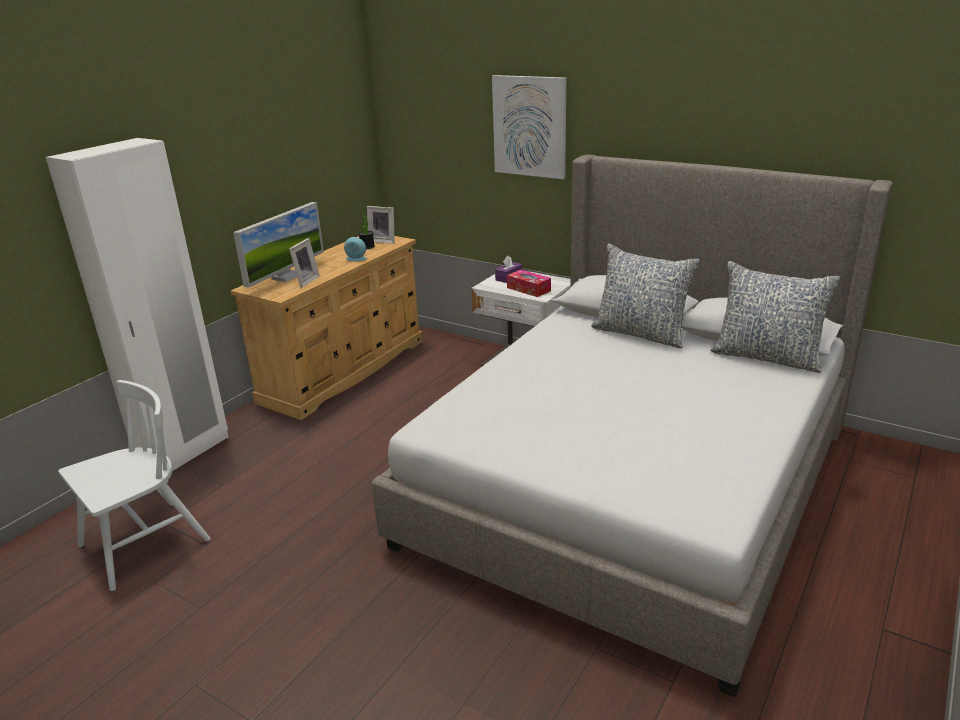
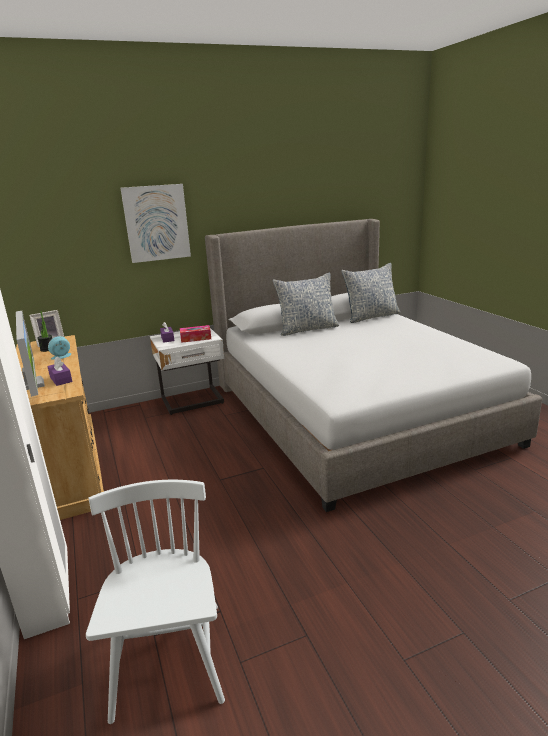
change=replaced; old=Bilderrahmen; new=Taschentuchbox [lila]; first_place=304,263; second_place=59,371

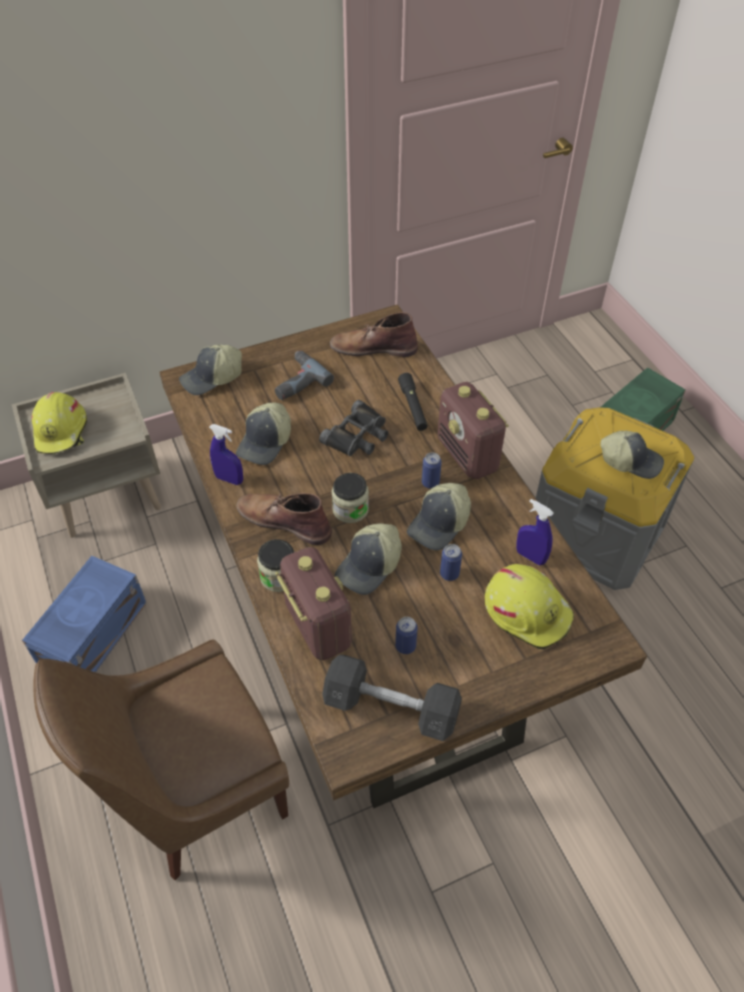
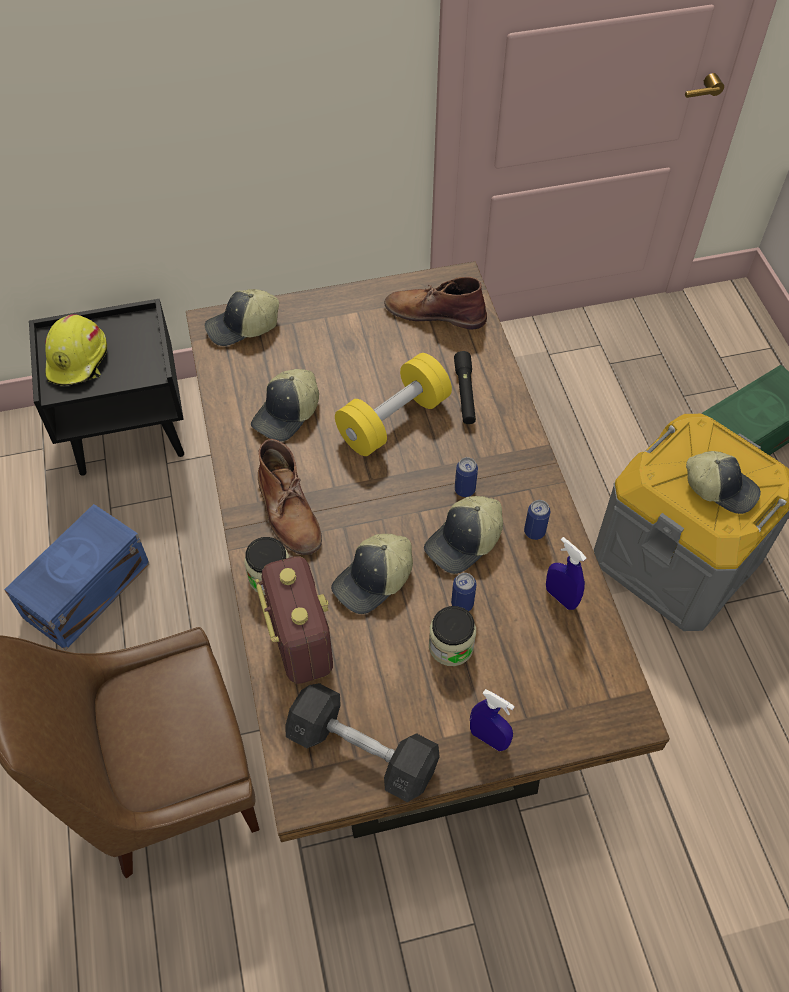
change=recoloured; old=Nachttisch [beige]; new=Nachttisch [schwarz]; first_place=86,455; second_place=106,387
change=turned; old=Stiefel [braun]; first_place=284,519; second_place=290,497; degrees=-150
change=replaced; old=Fernglas [schwarz]; new=Hantel [gelb]; first_place=353,428; second_place=393,404
change=moved; old=Vorratsglas; first_place=350,498; second_place=452,636
change=moved; old=Sprühflasche [blau]; first_place=226,454; second_place=492,720
change=moved; old=Dose; first_place=406,635; second_place=537,520
change=removed; old=Bohrmaschine; first_place=304,375
change=removed; old=Radio; first_place=473,431
change=removed; old=Schutzhelm [gelb]; first_place=529,606

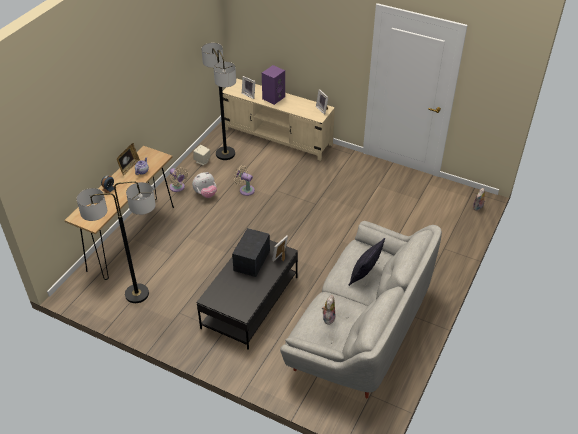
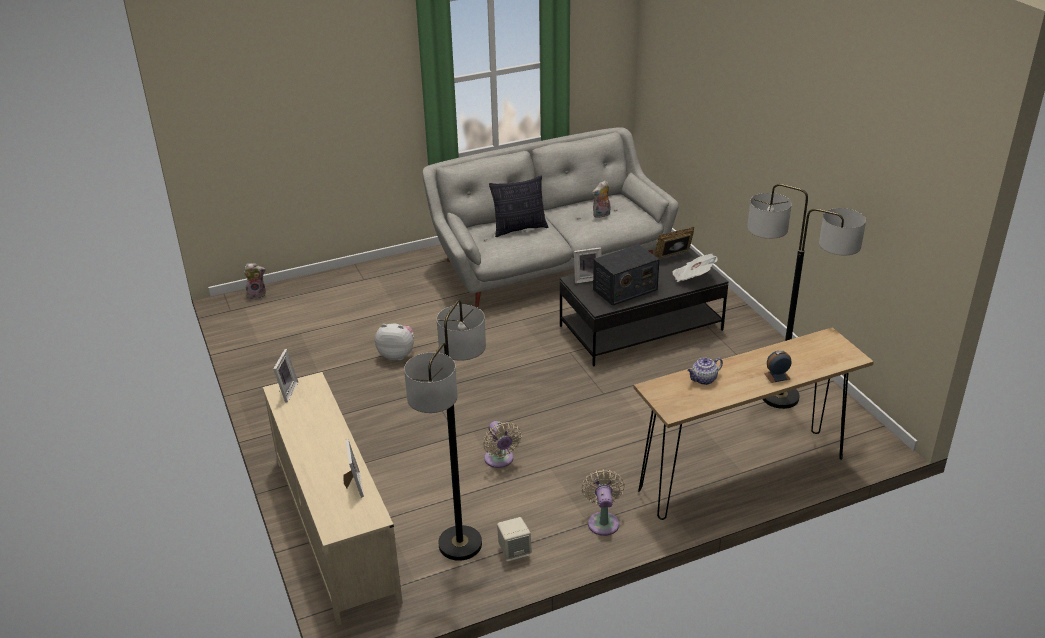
change=moved; old=Plüschtier; first_place=204,185; second_place=394,341
change=moved; old=Bilderrahmen; first_place=128,159; second_place=674,243
change=added; new=Zeitung; second_place=695,268
change=removed; old=Lautsprecher [lila]; first_place=273,85

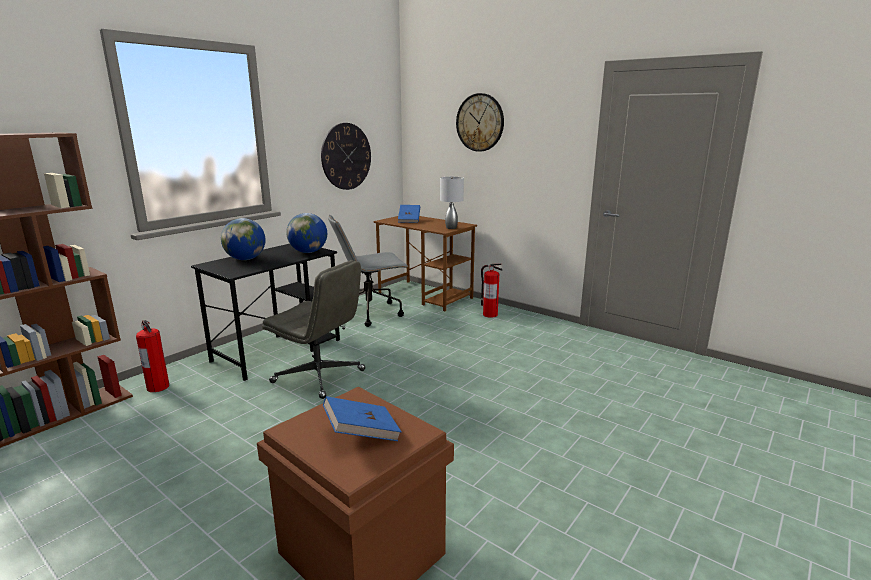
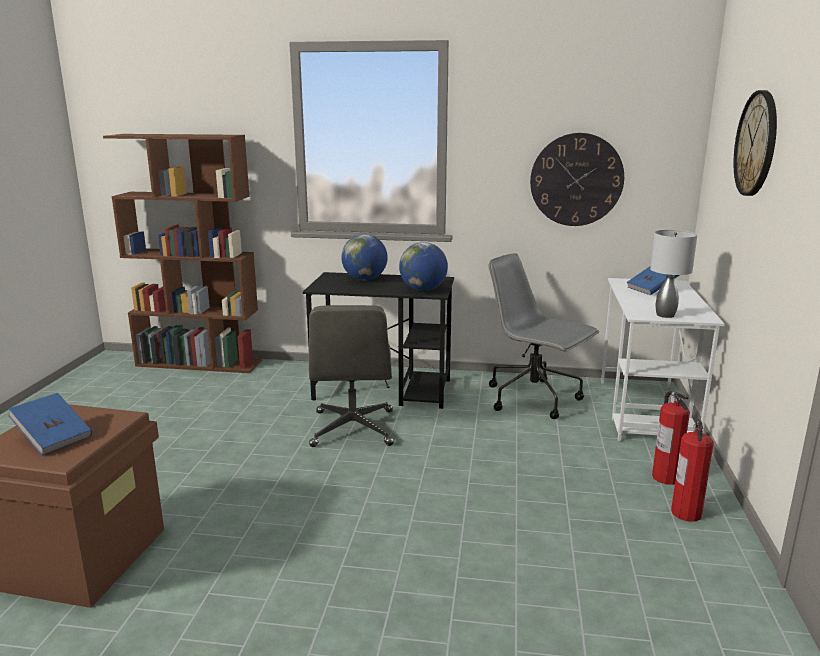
change=recoloured; old=Schreibtisch [braun]; new=Schreibtisch [weiß]; first_place=425,263; second_place=663,359
change=moved; old=Feuerlöscher; first_place=152,356; second_place=692,470

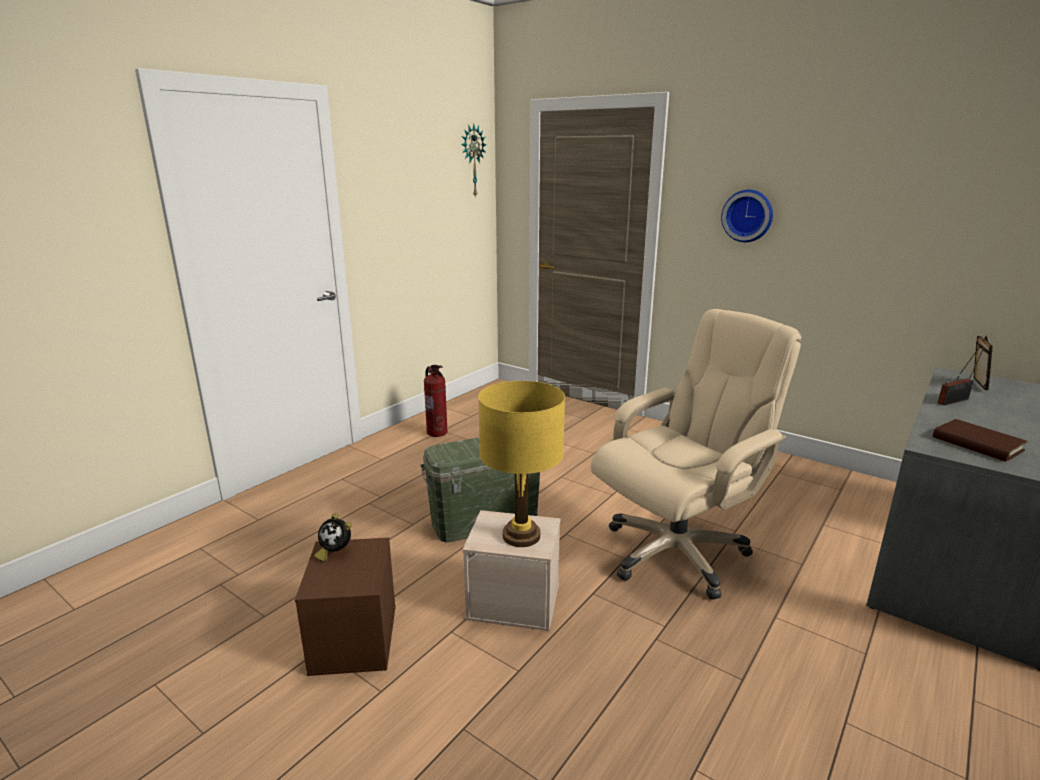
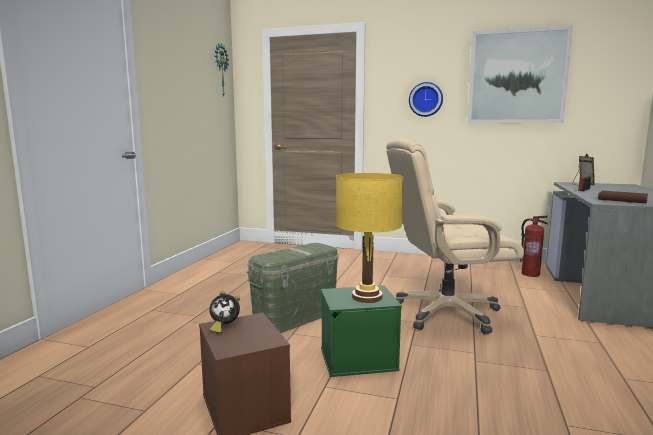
change=recoloured; old=Aufbewahrungsbox [beige]; new=Aufbewahrungsbox [grün]; first_place=511,570; second_place=361,331
change=turned; old=Bürostuhl [beige]; first_place=696,454; second_place=455,236; degrees=-135
change=added; new=Bild; second_place=520,74
change=moved; old=Feuerlöscher; first_place=436,401; second_place=534,246

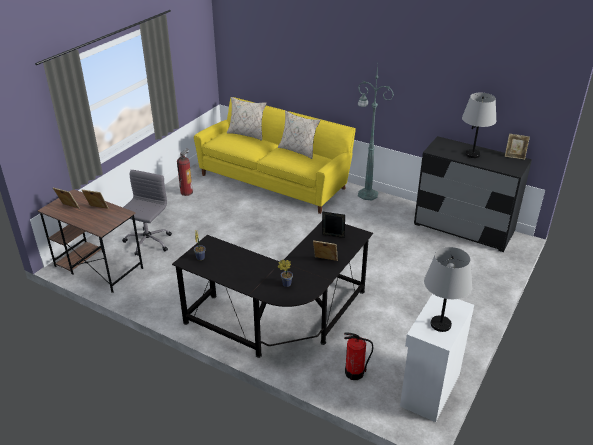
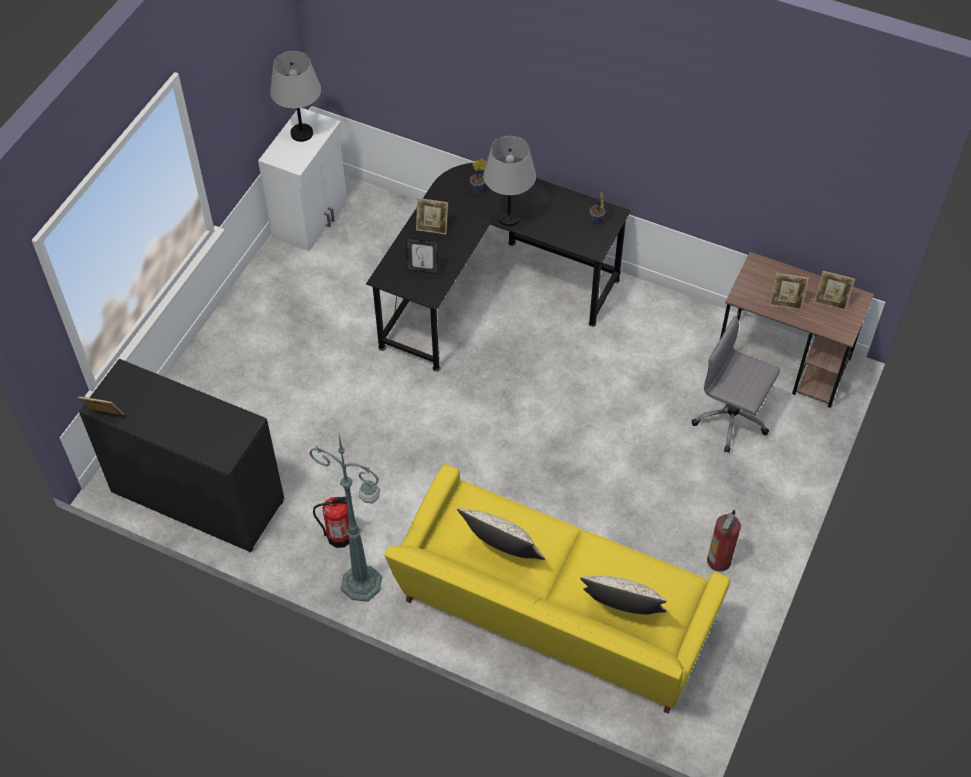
change=moved; old=Feuerlöscher; first_place=358,356; second_place=332,522
change=moved; old=Tischlampe [grau]; first_place=479,125; second_place=509,181
change=turned; old=Bürostuhl [grau]; first_place=147,213; second_place=736,384; degrees=105

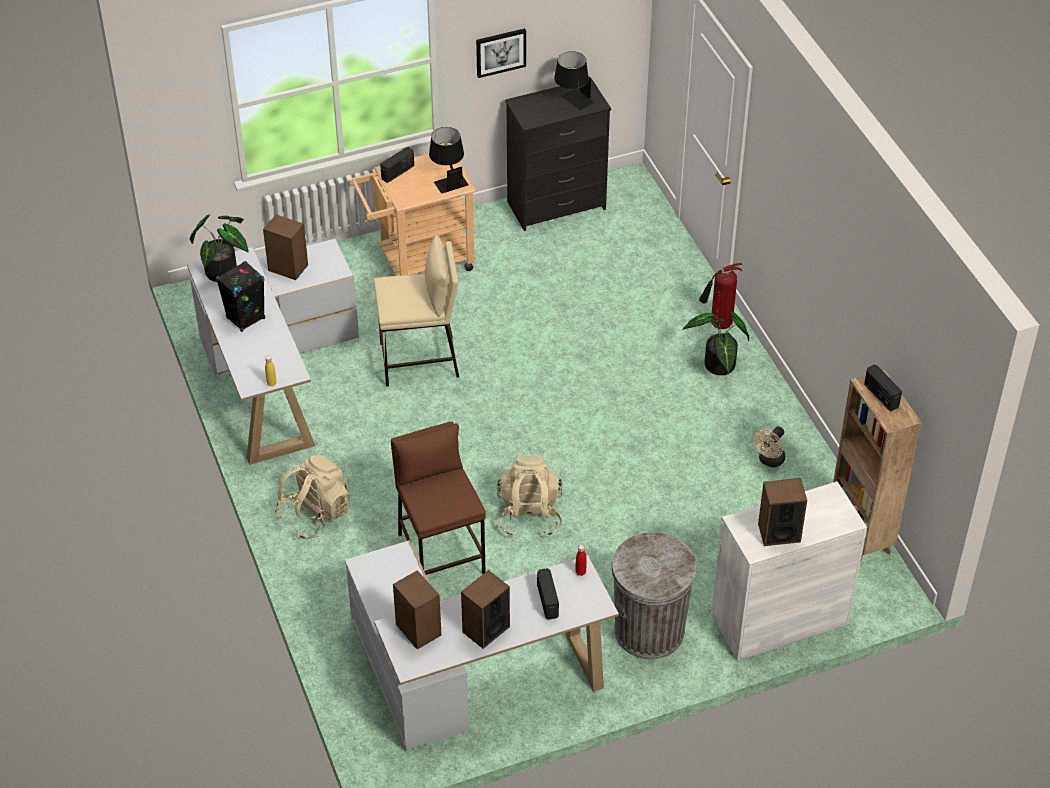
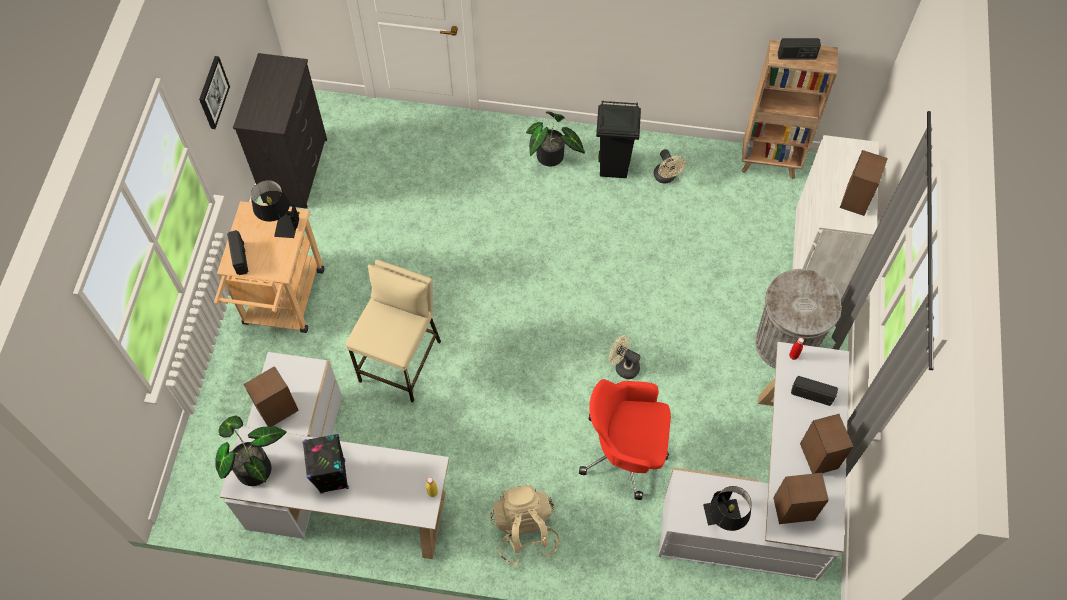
change=replaced; old=Hocker [braun]; new=Bürostuhl [rot]; first_place=438,498; second_place=625,439
change=added; new=Mülleimer [schwarz]; second_place=618,139
change=replaced; old=Rucksack [beige]; new=Ventilator [beige]; first_place=529,496; second_place=625,357
change=moved; old=Tischlampe [schwarz]; first_place=574,80; second_place=727,508
change=removed; old=Feuerlöscher; first_place=720,296

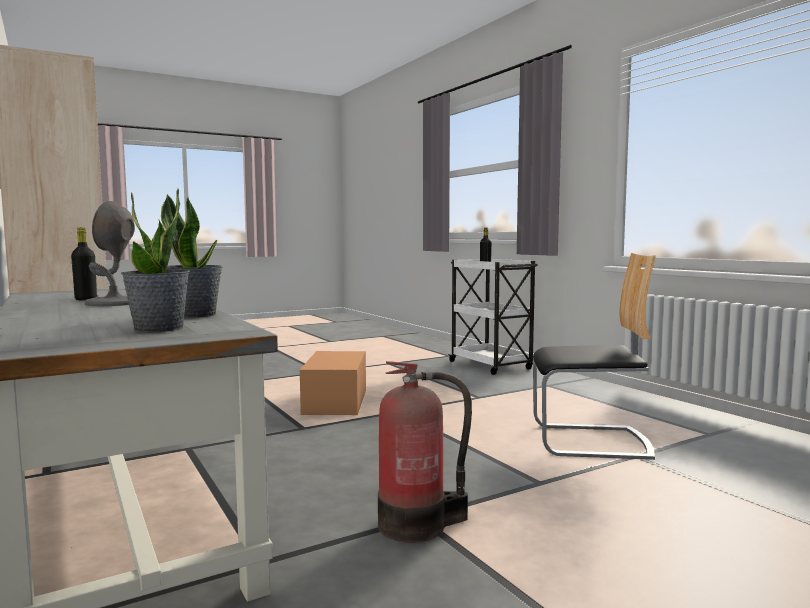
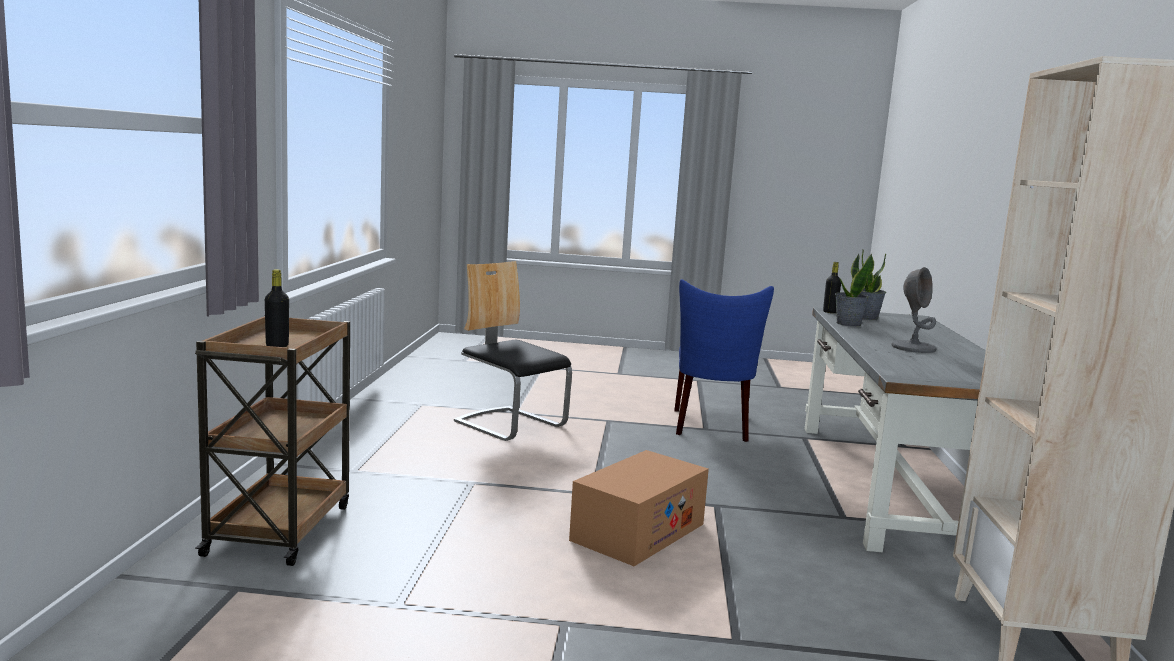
change=recoloured; old=Rollwagen [weiß]; new=Rollwagen [braun]; first_place=493,317; second_place=272,441
change=replaced; old=Feuerlöscher; new=Stuhl [blau]; first_place=425,452; second_place=724,360
change=moved; old=Flasche [schwarz]; first_place=84,263; second_place=832,287

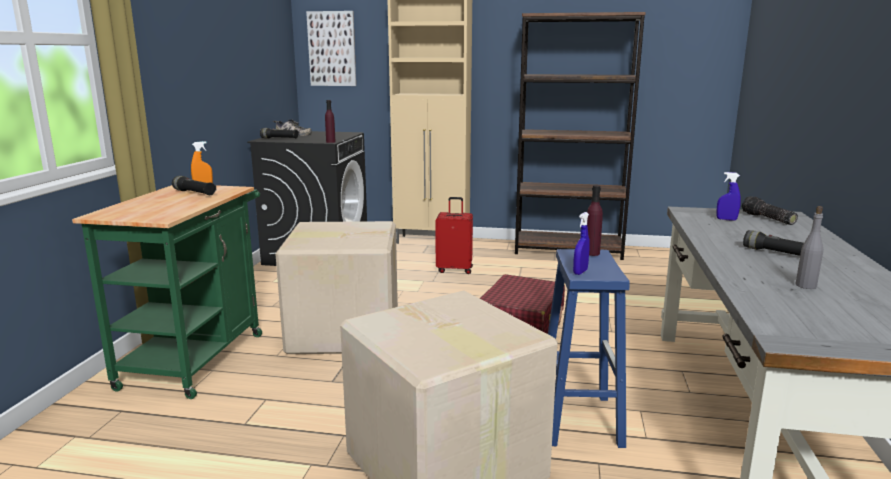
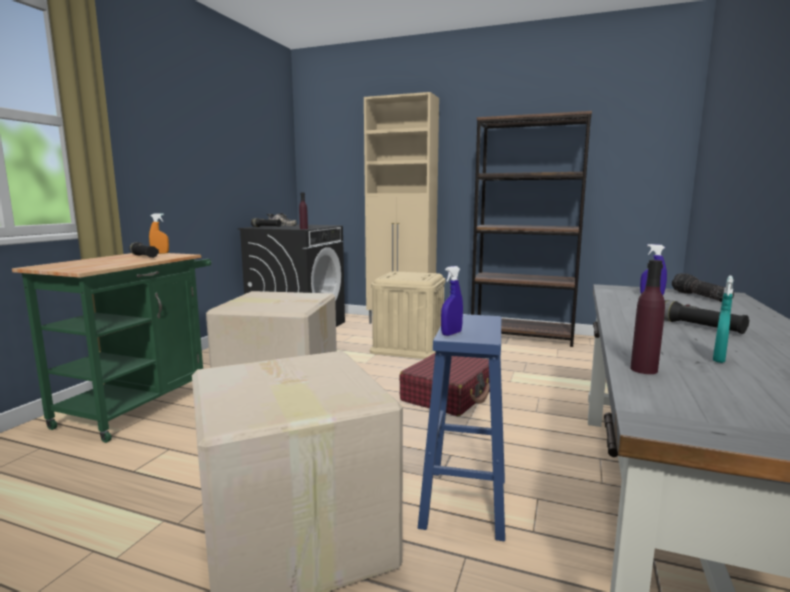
change=replaced; old=Koffer [rot]; new=Aufbewahrungsbox [beige]; first_place=454,235; second_place=407,315
change=moved; old=Flasche [lila]; first_place=595,220; second_place=647,317
change=replaced; old=Flasche [grau]; new=Sprühflasche [türkis]; first_place=809,247; second_place=723,319
change=removed; old=Bild; first_place=331,48

